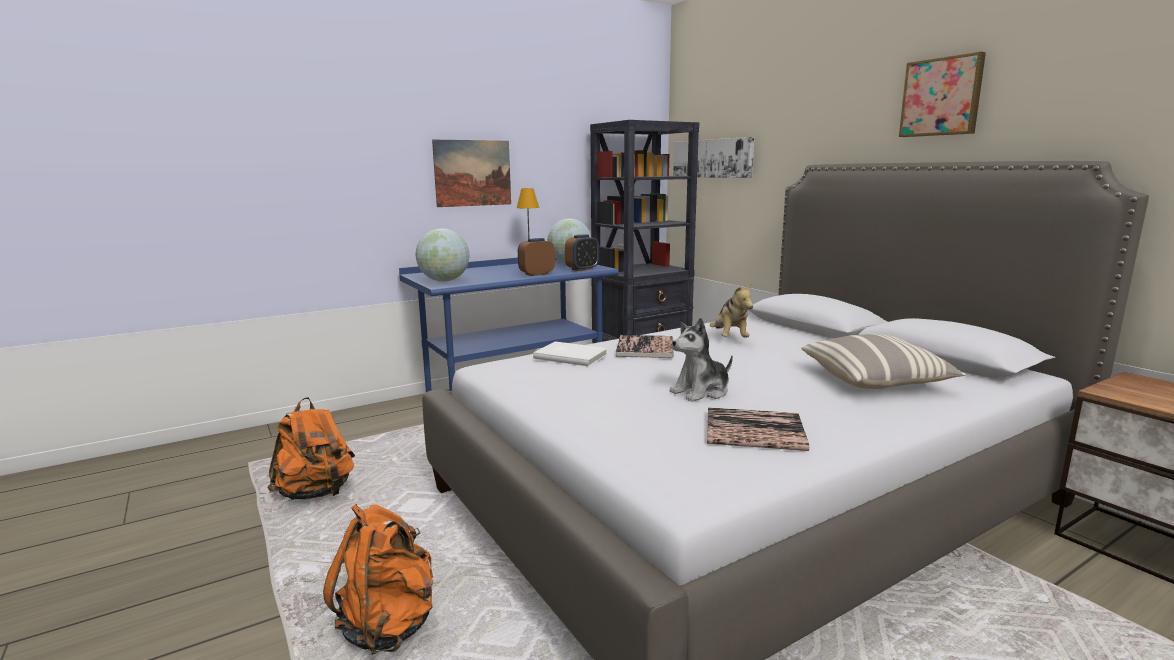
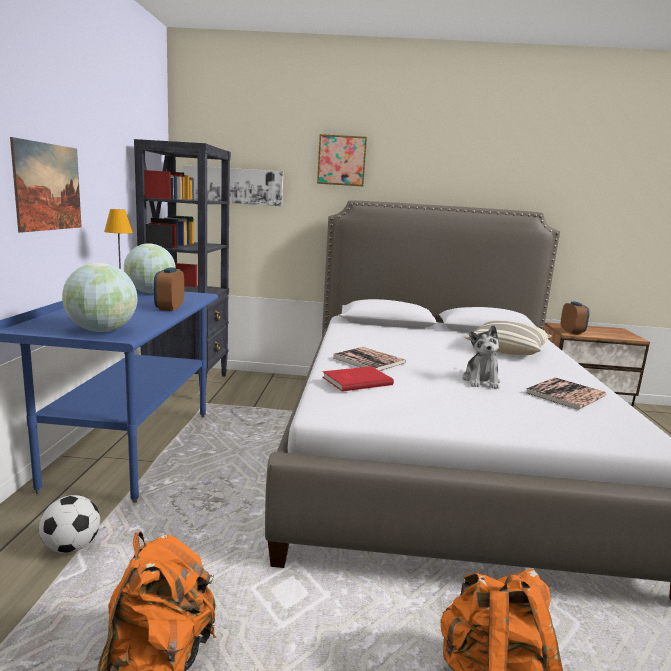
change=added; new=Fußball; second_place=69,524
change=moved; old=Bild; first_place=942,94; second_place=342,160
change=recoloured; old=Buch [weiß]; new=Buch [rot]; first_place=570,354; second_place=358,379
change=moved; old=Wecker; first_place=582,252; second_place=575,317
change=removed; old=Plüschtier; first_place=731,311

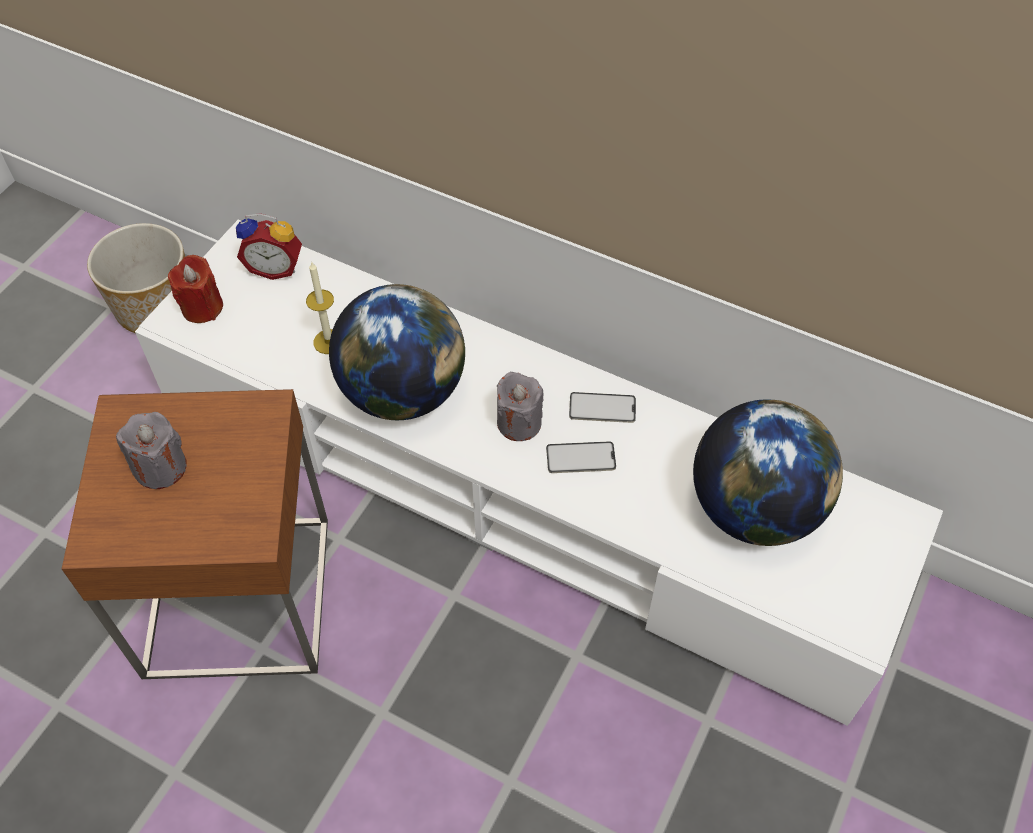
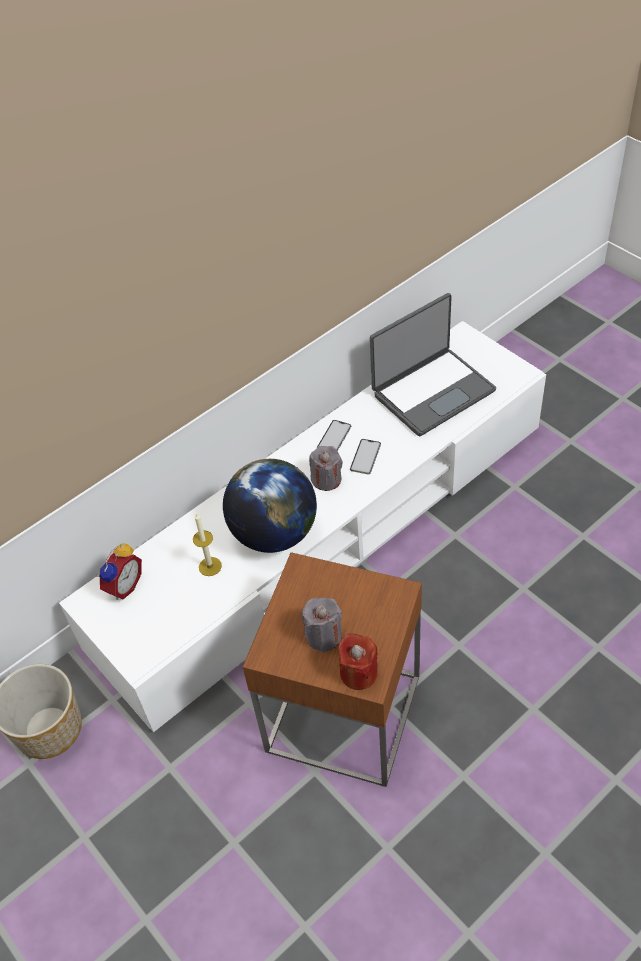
change=moved; old=Kerze [rot]; first_place=195,289; second_place=358,661
change=replaced; old=Globus; new=Laptop; first_place=768,472; second_place=433,365

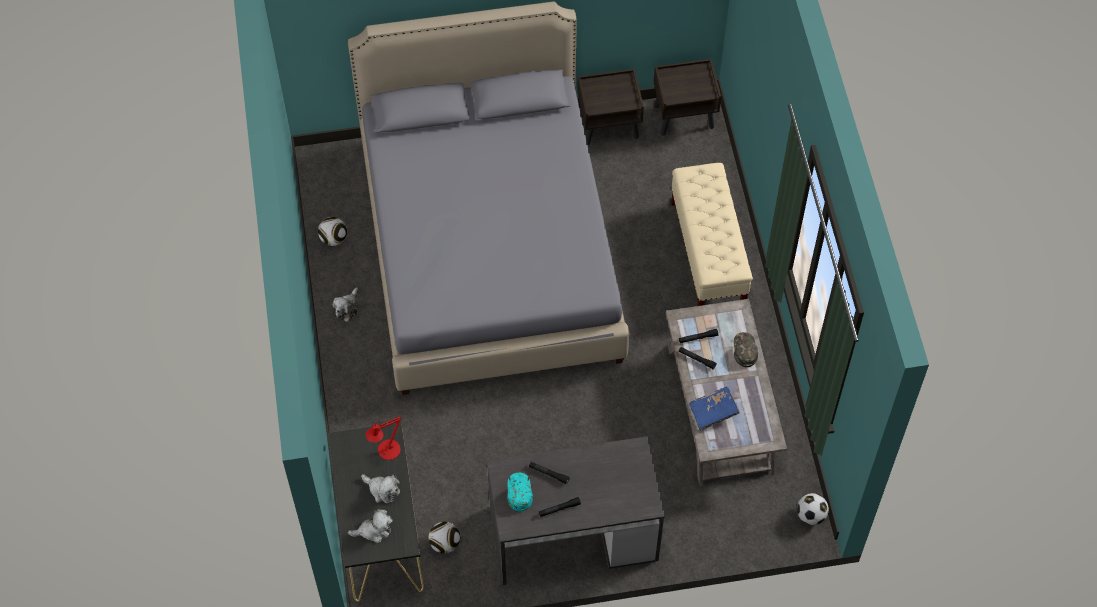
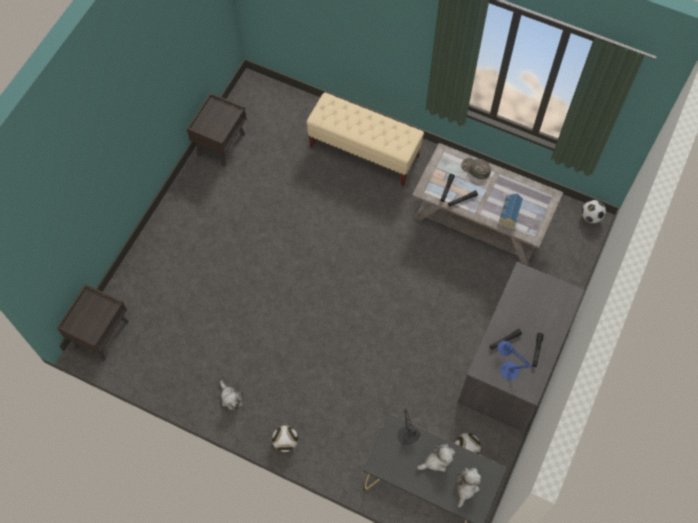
change=moved; old=Nachttisch [braun]; first_place=687,97; second_place=93,322
change=moved; old=Fußball; first_place=332,231; second_place=285,438
change=recoloured; old=Tischlampe [rot]; new=Tischlampe [schwarz]; first_place=383,438; second_place=409,427
change=replaced; old=Buch [blau]; new=Spielzeughaus; first_place=714,408; second_place=510,212
change=replaced; old=Kappe [türkis]; new=Tischlampe [blau]; first_place=520,492; second_place=514,360
change=removed; old=Bett [grau]; first_place=488,198

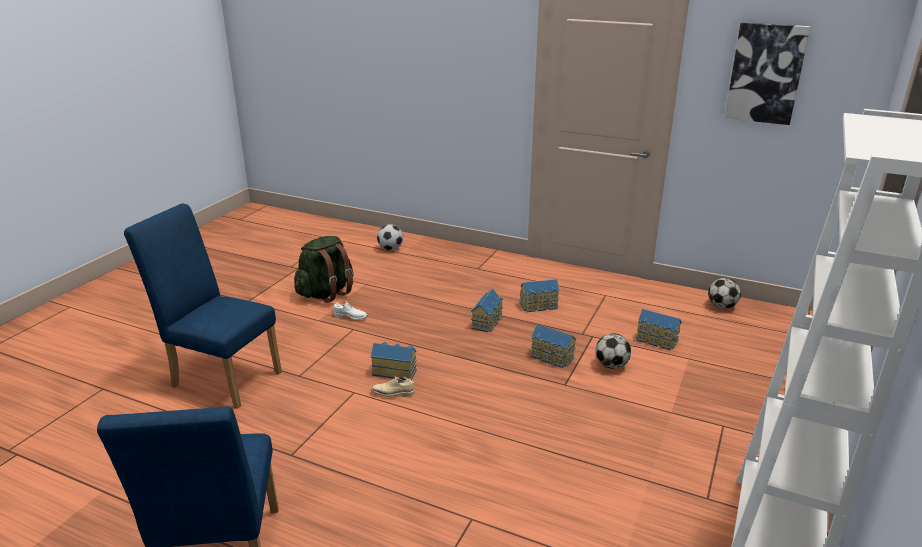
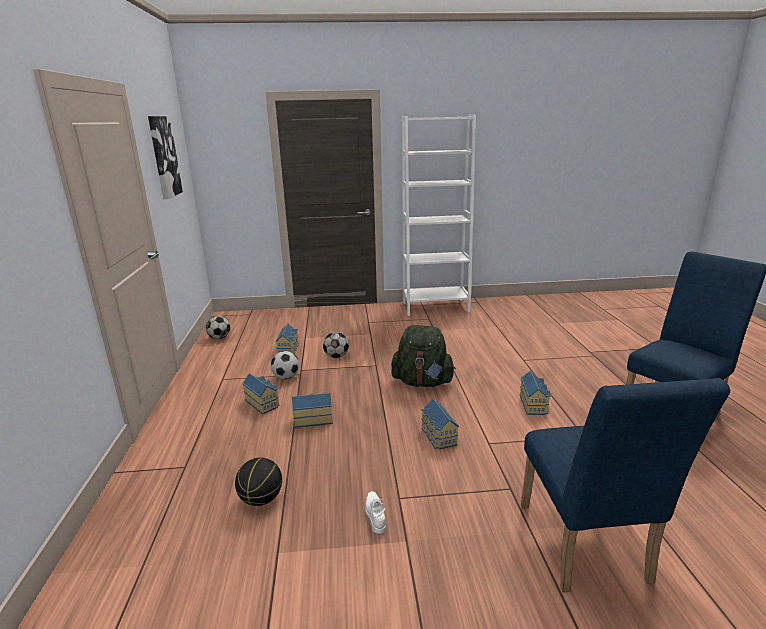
change=added; new=Basketball; second_place=258,482
change=moved; old=Fußball; first_place=390,237; second_place=285,365
change=moved; old=Rucksack [grün]; first_place=323,269; second_place=423,356
change=moved; old=Spielzeughaus; first_place=553,346; second_place=534,393
change=removed; old=Schuh [beige]; first_place=393,386

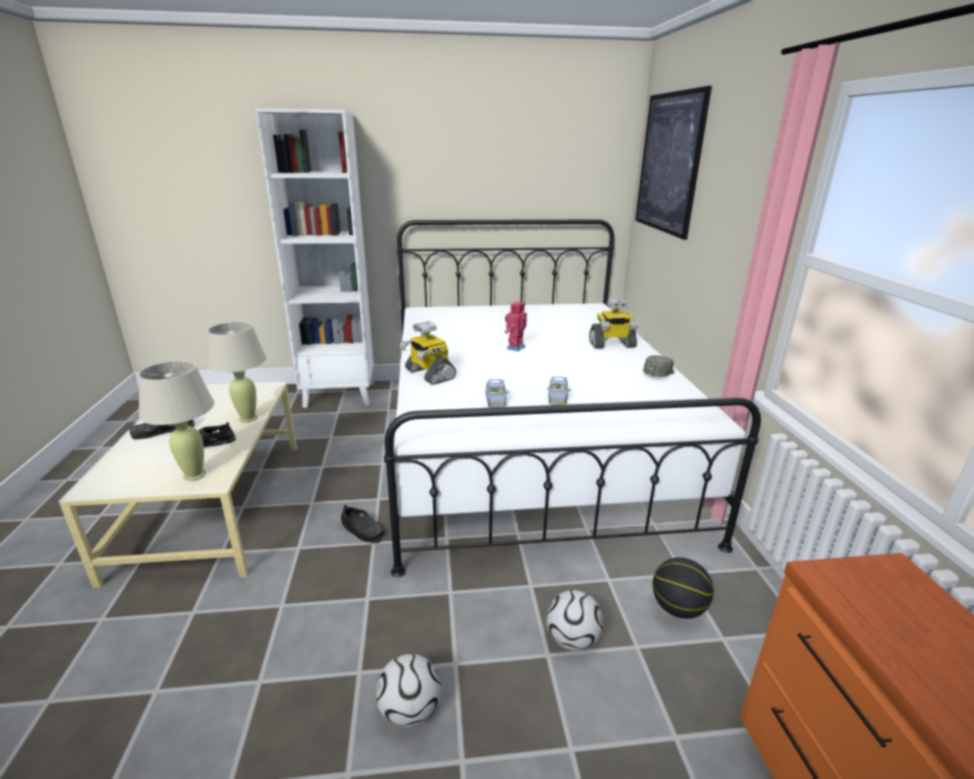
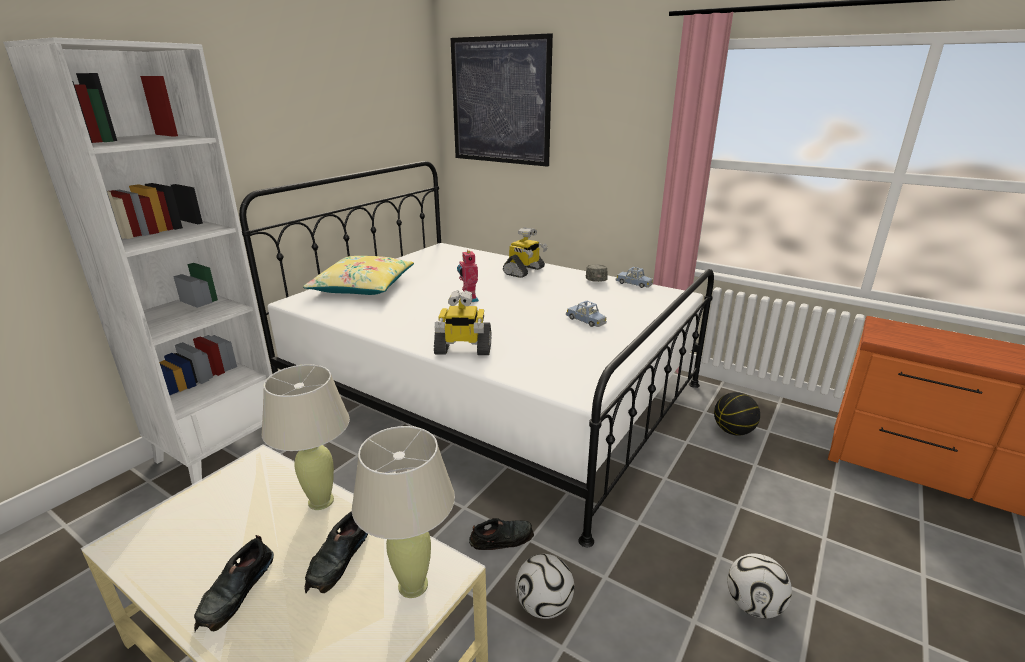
change=added; new=Kissen [gelb]; second_place=358,275
change=moved; old=Fußball; first_place=575,620; second_place=544,586
change=moved; old=Spielzeugauto [blau]; first_place=497,393; second_place=634,277

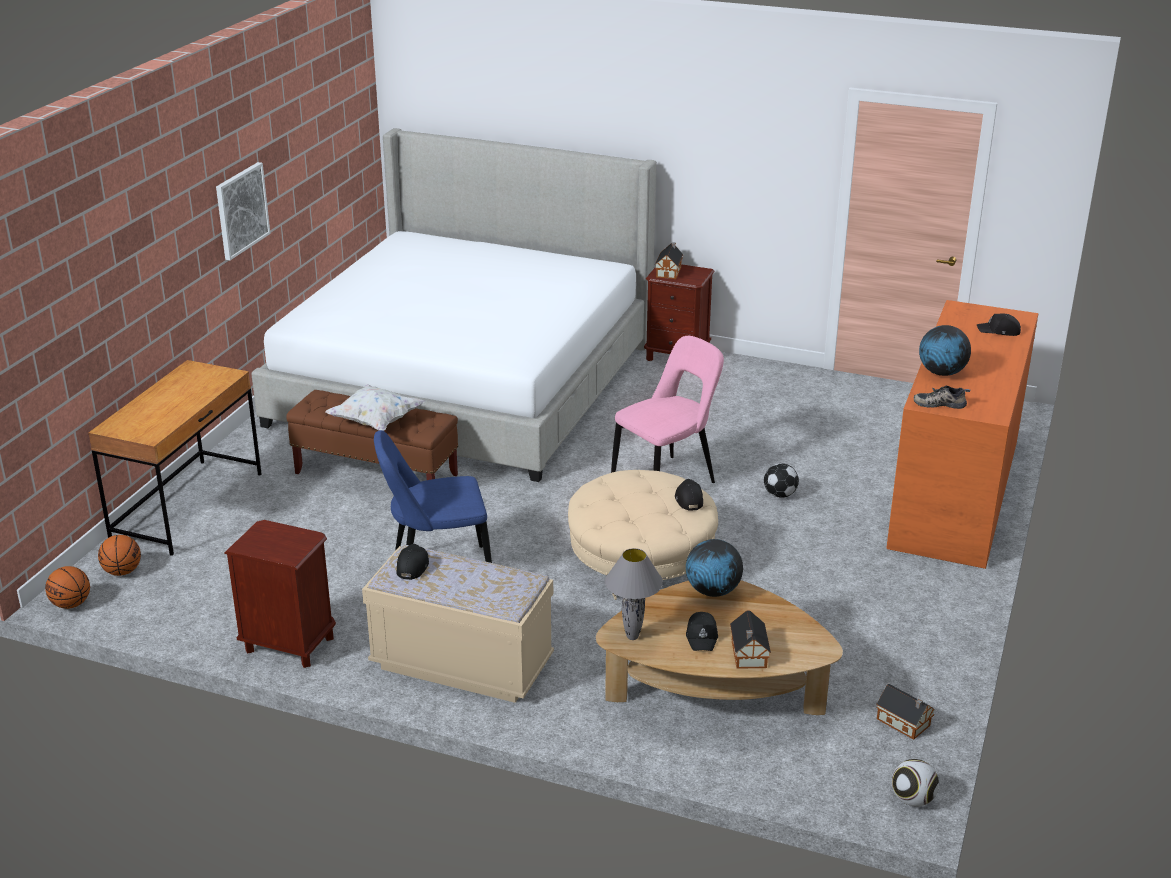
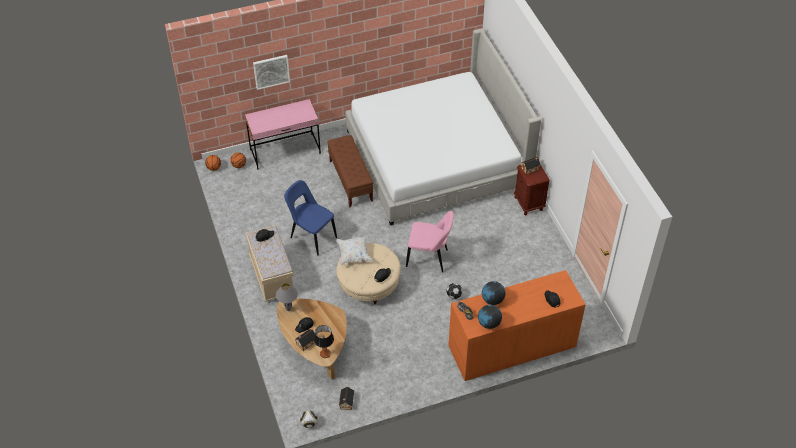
change=recoloured; old=Schreibtisch [braun]; new=Schreibtisch [rosa]; first_place=174,458; second_place=283,134
change=moved; old=Bild; first_place=243,211; second_place=271,72
change=added; new=Tischlampe; second_place=324,341
change=moved; old=Kissen [weiß]; first_place=375,407; second_place=354,250
change=moved; old=Globus; first_place=714,568; second_place=490,317
change=removed; old=Nachttisch [braun]; first_place=280,594

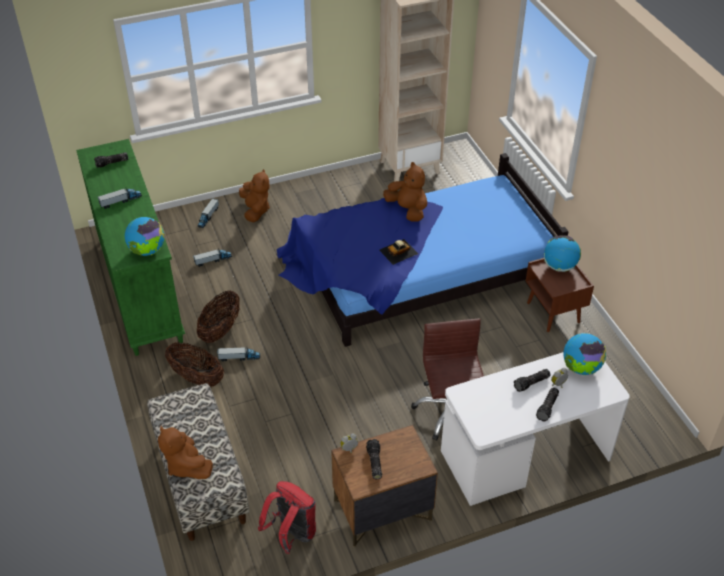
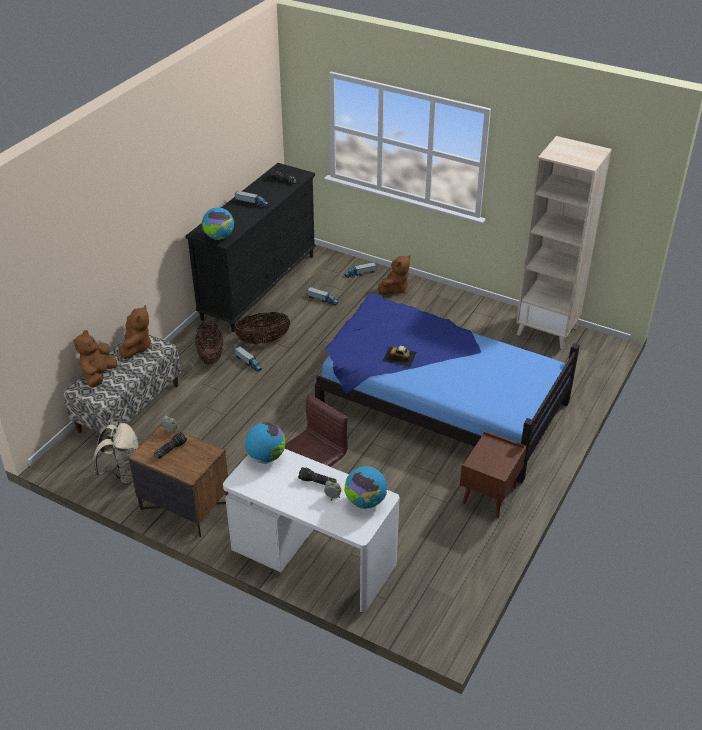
change=recoloured; old=Rucksack [rot]; new=Rucksack [beige]; first_place=287,517; second_place=116,454
change=moved; old=Plüschtier [braun]; first_place=405,191; second_place=135,332
change=recoloured; old=Kommode [grün]; new=Kommode [schwarz]; first_place=130,247; second_place=251,247
change=moved; old=Globus; first_place=562,253; second_place=265,443
change=removed; old=Taschenlampe; first_place=547,404

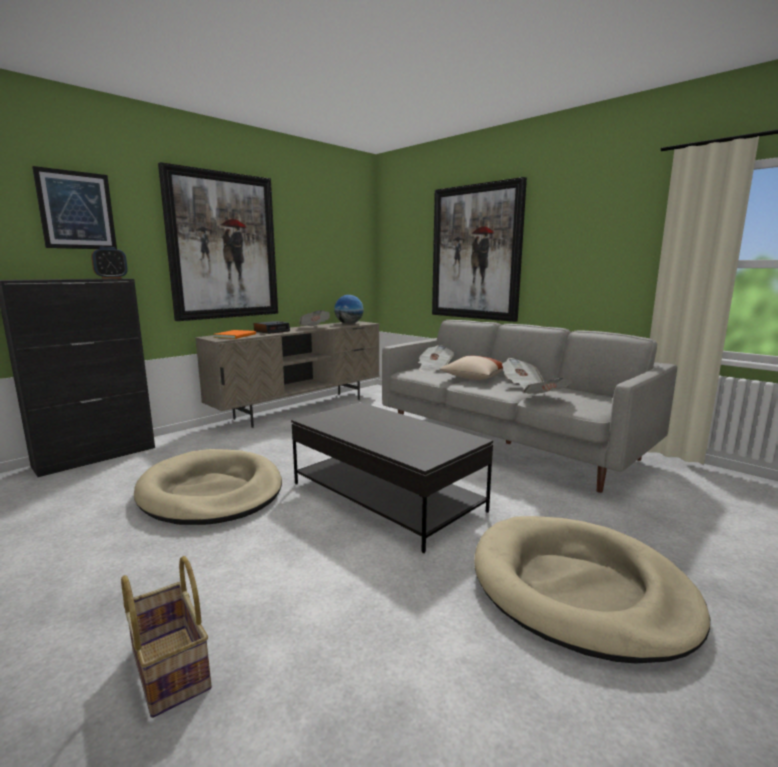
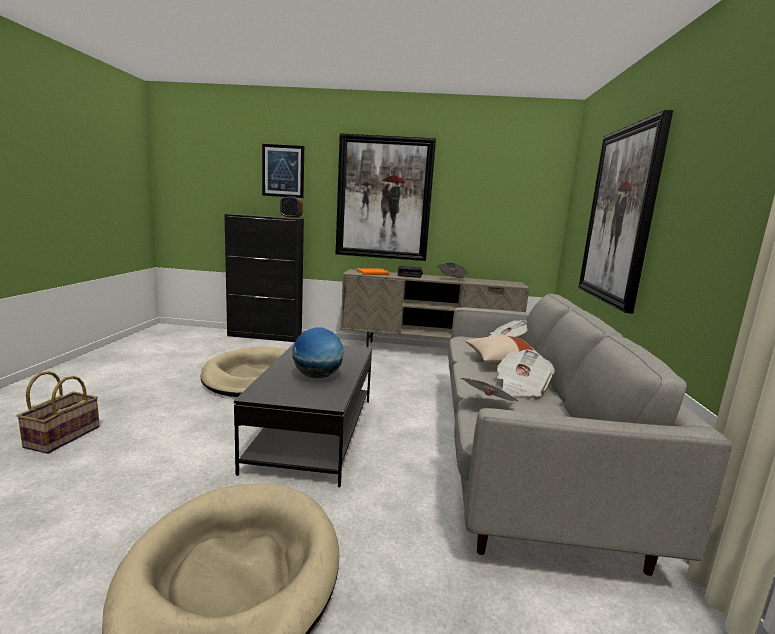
change=moved; old=Globus; first_place=349,309; second_place=318,352

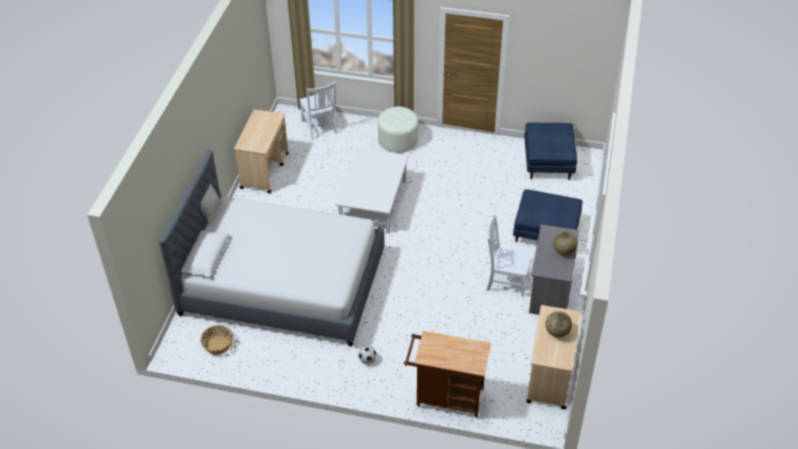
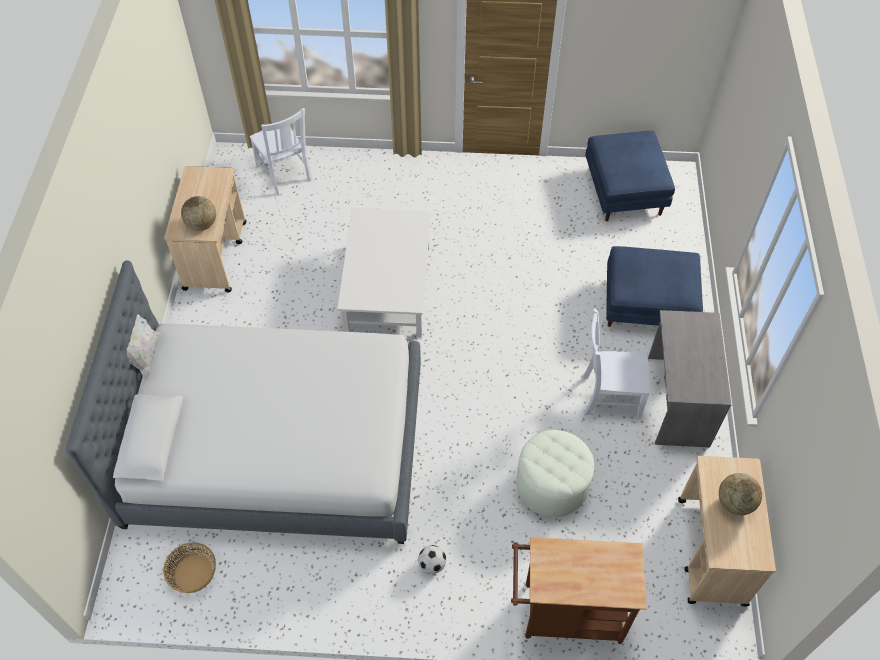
change=moved; old=Globus; first_place=565,243; second_place=198,213
change=moved; old=Polsterhocker [weiß]; first_place=398,129; second_place=555,473

